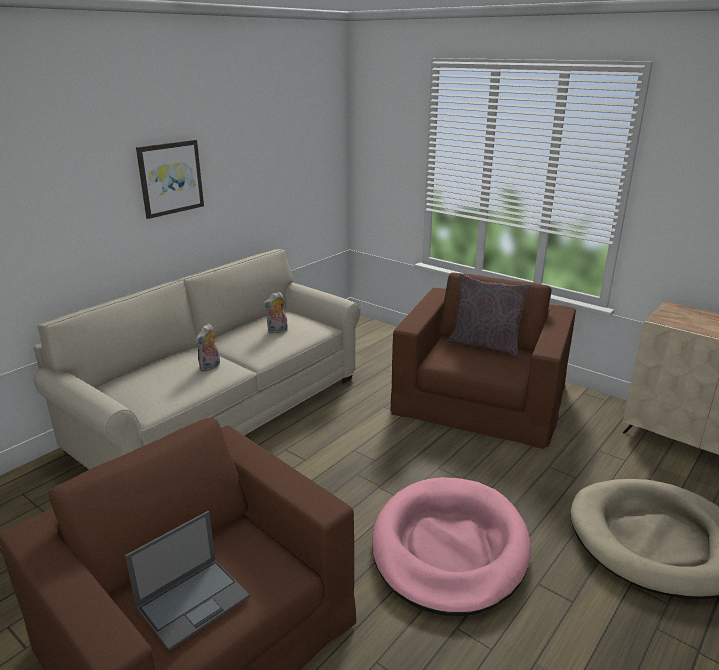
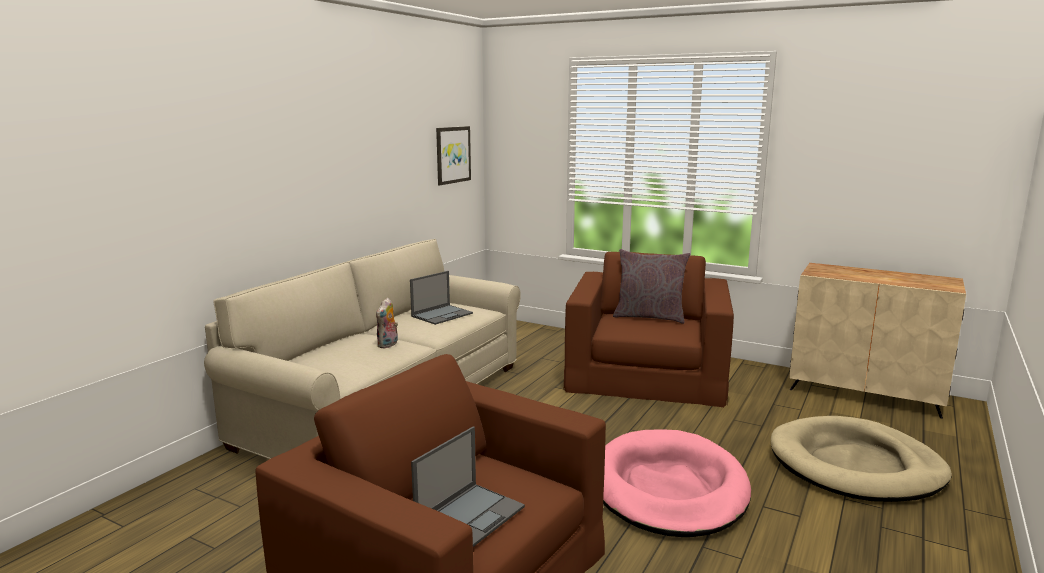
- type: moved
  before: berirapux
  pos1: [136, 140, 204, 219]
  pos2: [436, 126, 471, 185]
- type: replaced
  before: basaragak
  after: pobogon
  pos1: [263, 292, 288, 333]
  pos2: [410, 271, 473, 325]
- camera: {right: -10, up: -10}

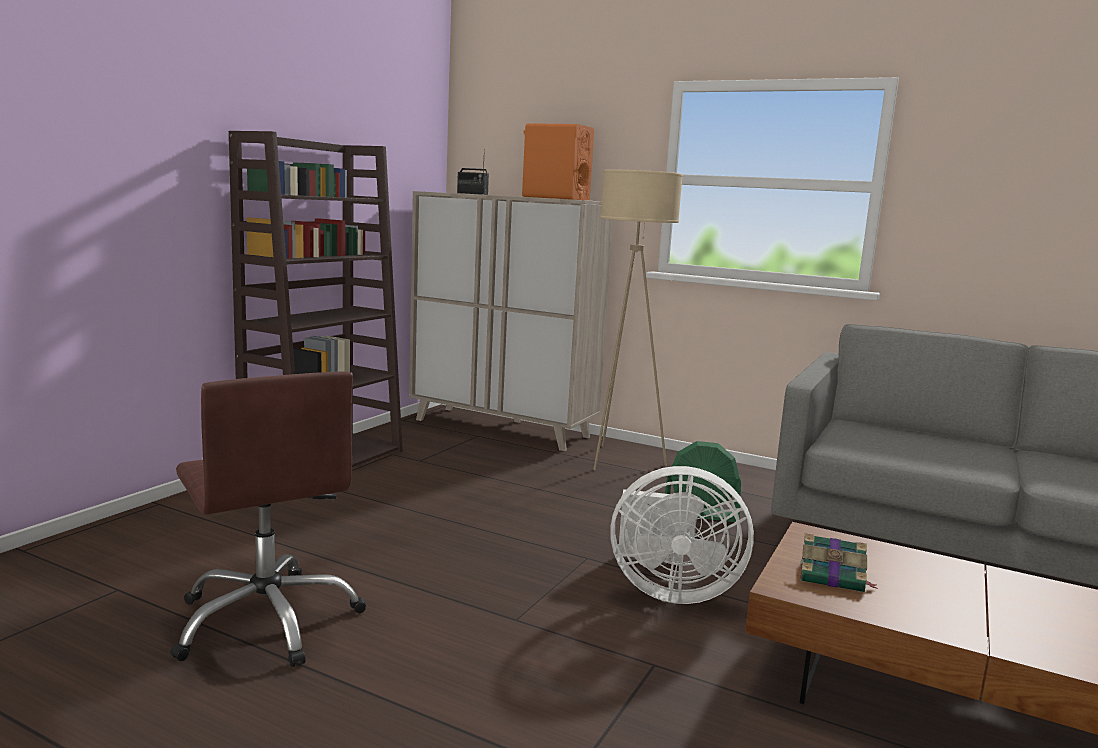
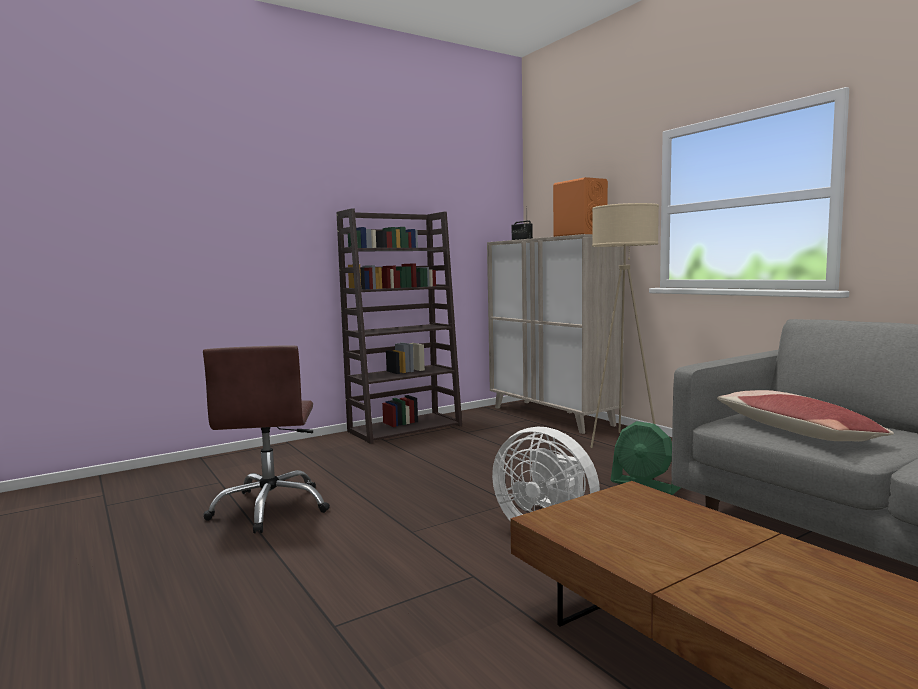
- type: removed
  before: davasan
  pos1: [800, 533, 878, 593]
- type: added
  after: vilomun
  pos2: [717, 390, 894, 442]
- camera: {right: 30, up: -5}

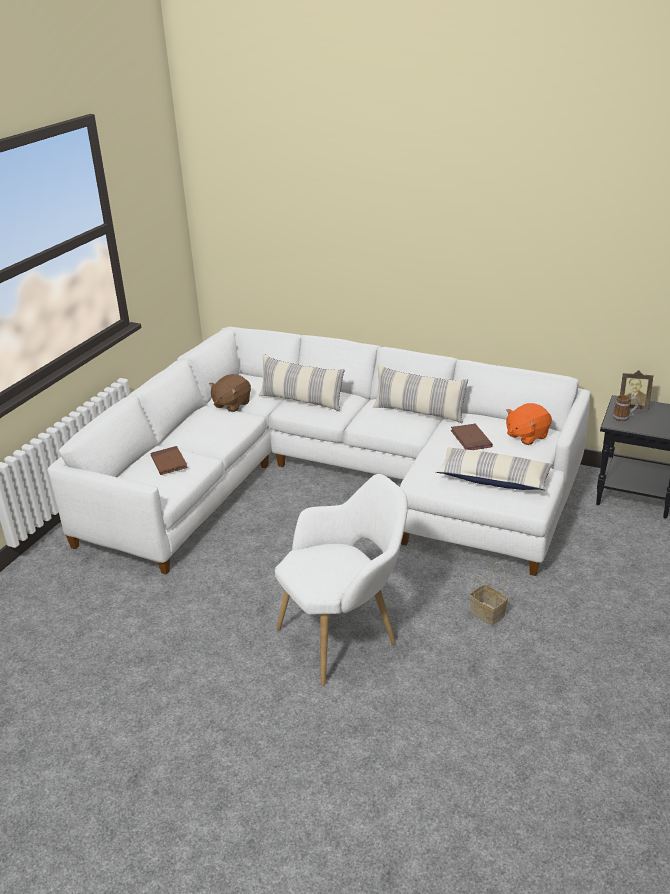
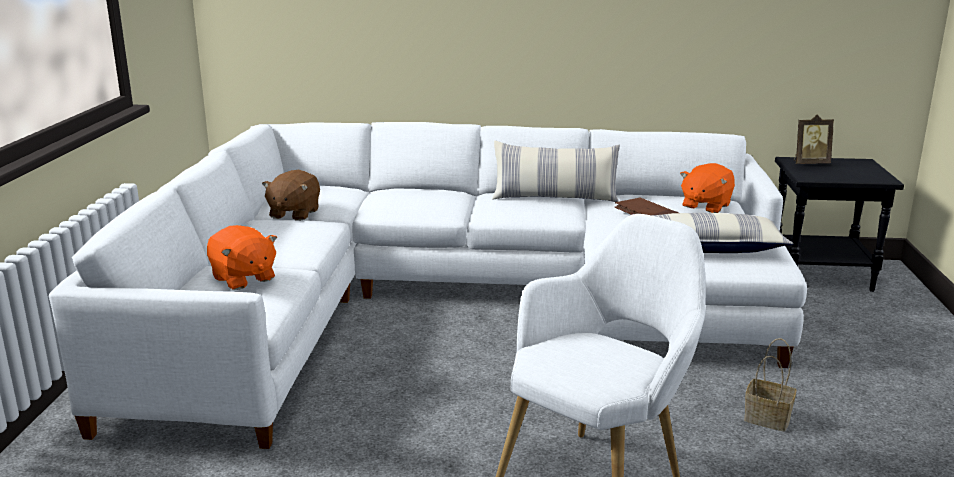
- type: removed
  before: vilomun
  pos1: [259, 354, 345, 411]
- type: removed
  before: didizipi
  pos1: [613, 395, 639, 421]
- type: replaced
  before: davasan (brown)
  after: basaragak (orange)
  pos1: [150, 446, 188, 475]
  pos2: [207, 225, 277, 290]
- camera: {right: -20, up: -10}

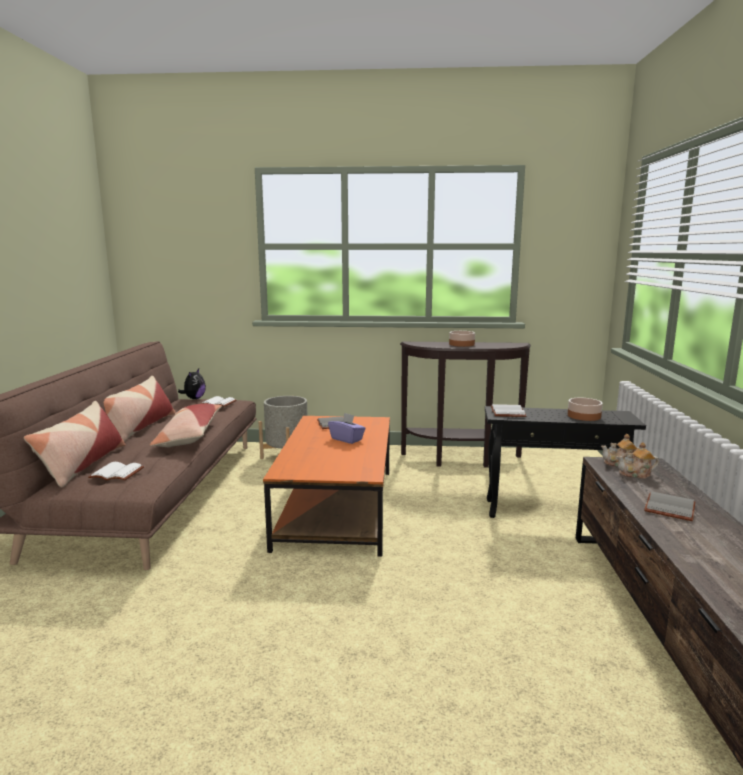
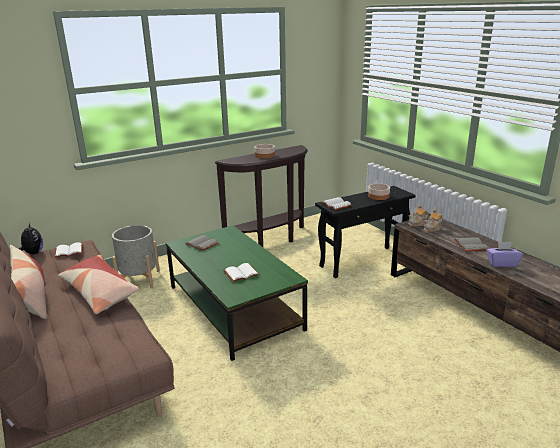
- type: removed
  before: vilomun
  pos1: [24, 401, 126, 487]
- type: moved
  before: davasan (white)
  pos1: [88, 462, 144, 480]
  pos2: [224, 263, 260, 282]
- type: moved
  before: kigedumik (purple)
  pos1: [328, 413, 366, 444]
  pos2: [486, 241, 523, 267]
- type: recoloured
  before: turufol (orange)
  after: turufol (green)
  pos1: [263, 416, 390, 557]
  pos2: [166, 225, 308, 361]
- camera: {right: -35, up: 10}

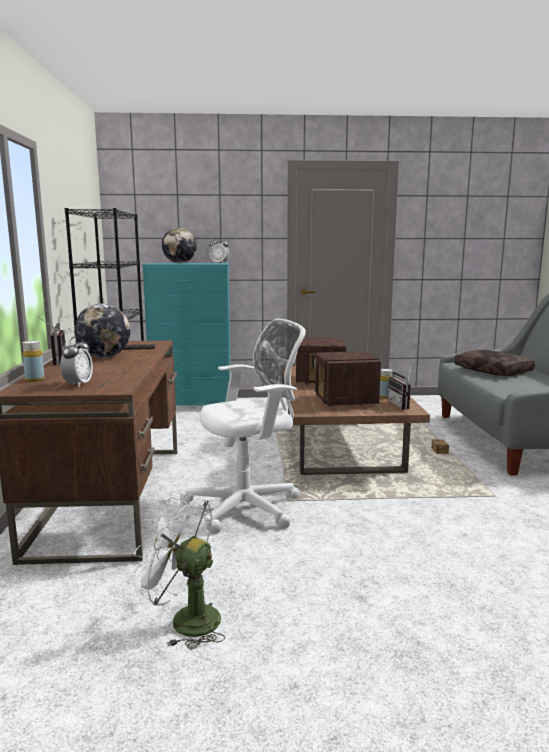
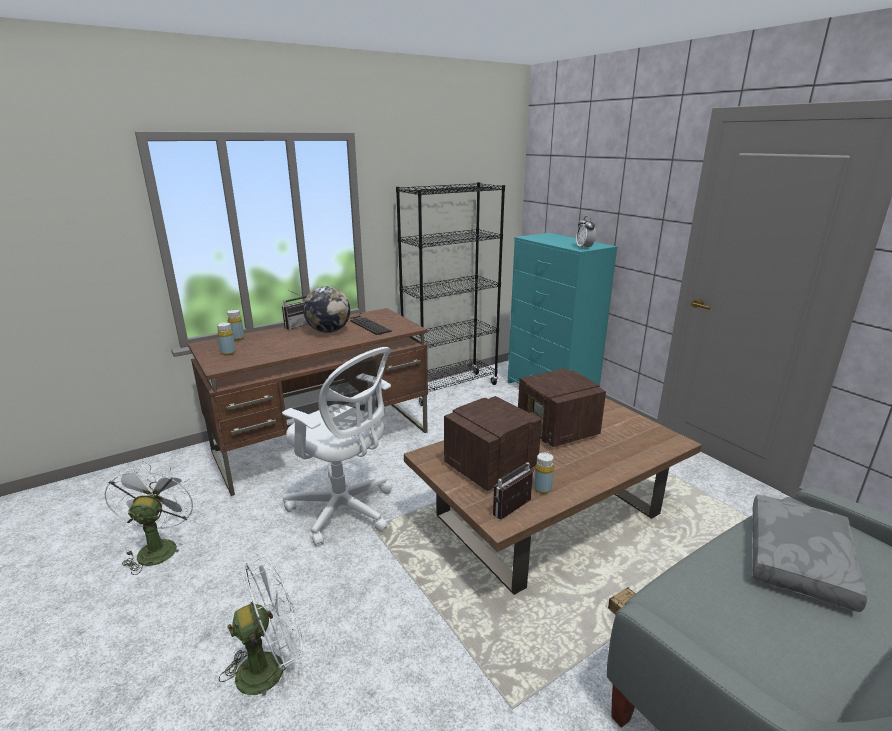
- type: removed
  before: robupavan
  pos1: [162, 227, 197, 263]
- type: added
  after: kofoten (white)
  pos2: [219, 556, 304, 701]
- type: replaced
  before: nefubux
  after: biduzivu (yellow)
  pos1: [60, 336, 93, 387]
  pos2: [217, 322, 236, 355]
- type: recoloured
  before: vilomun (brown)
  after: vilomun (grey)
  pos1: [454, 350, 535, 376]
  pos2: [753, 495, 867, 612]
- camera: {right: 60, up: 10}

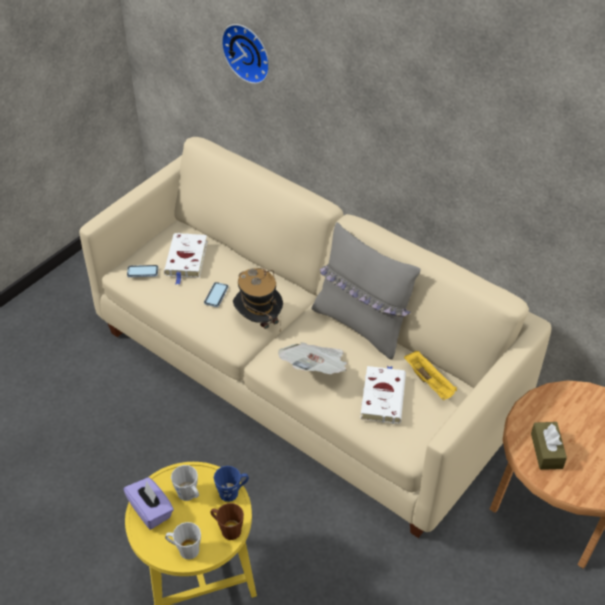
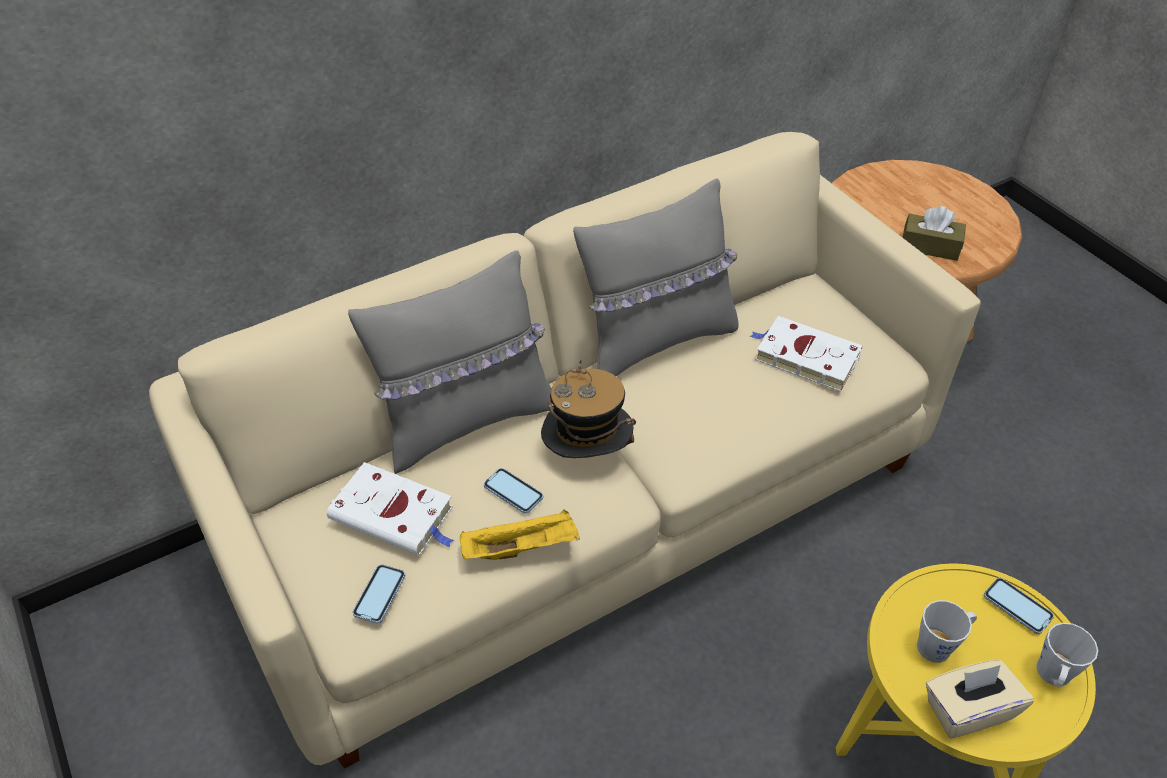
- type: removed
  before: didizipi (blue)
  pos1: [214, 466, 249, 502]
- type: removed
  before: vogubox
  pos1: [221, 24, 270, 84]
- type: removed
  before: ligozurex
  pos1: [278, 342, 347, 374]
- type: added
  after: vilomun (grey)
  pos2: [348, 250, 552, 474]
- type: moved
  before: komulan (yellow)
  pos1: [404, 351, 457, 400]
  pos2: [460, 509, 580, 560]
- type: replaced
  before: didizipi (brown)
  after: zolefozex
  pos1: [210, 503, 244, 540]
  pos2: [984, 578, 1054, 634]
- type: recoloured
  before: kigedumik (purple)
  after: kigedumik (beige)
  pos1: [123, 477, 174, 530]
  pos2: [926, 660, 1034, 738]
- camera: {right: -70, up: 0}

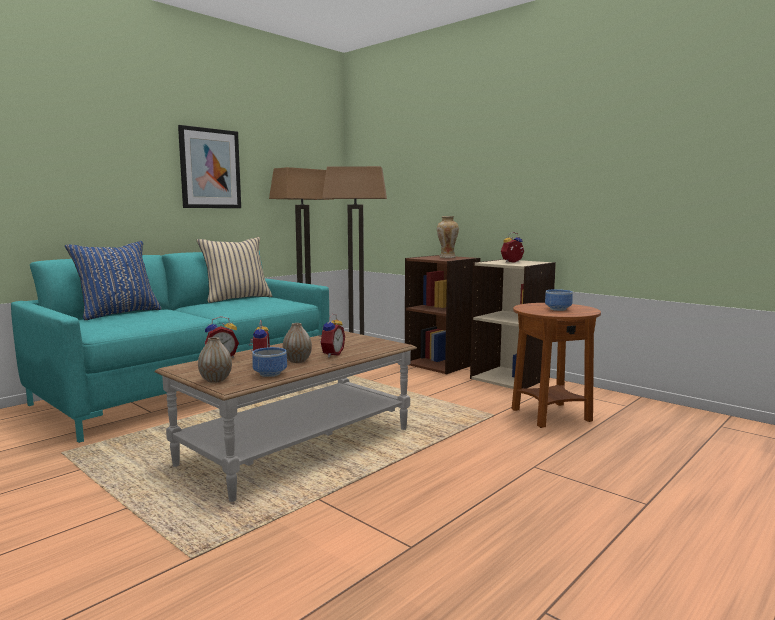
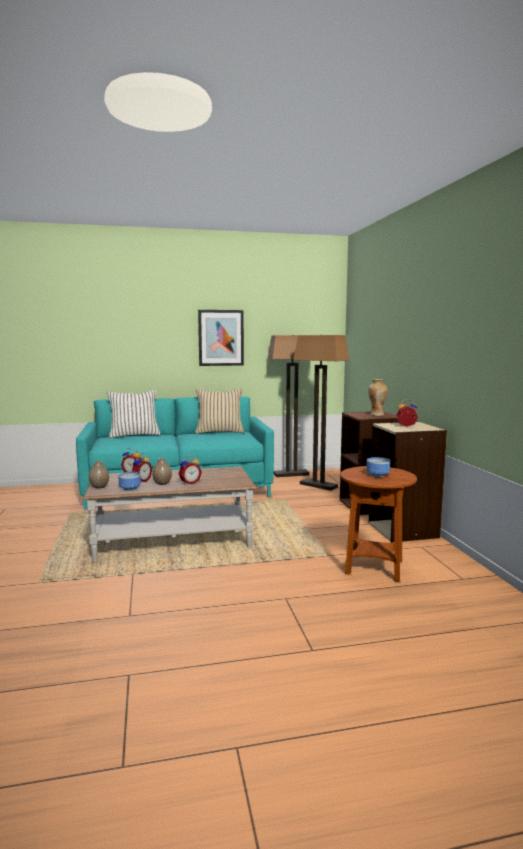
- type: recoloured
  before: vilomun (blue)
  after: vilomun (white)
  pos1: [65, 241, 161, 320]
  pos2: [107, 390, 161, 438]
- camera: {right: 35, up: 0}

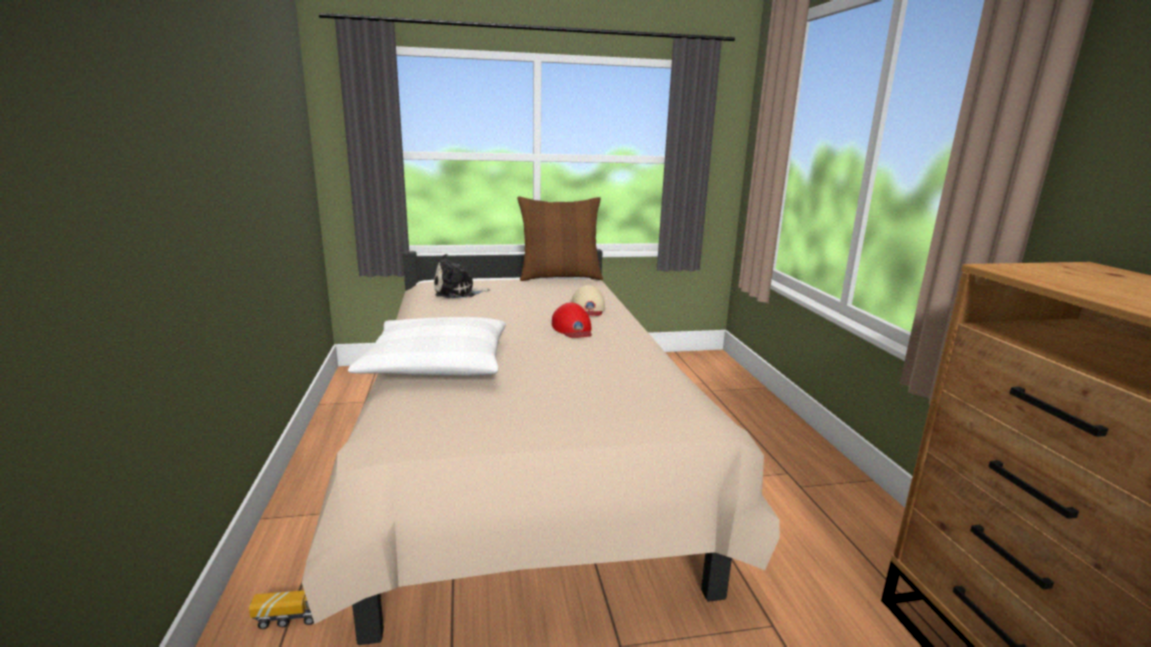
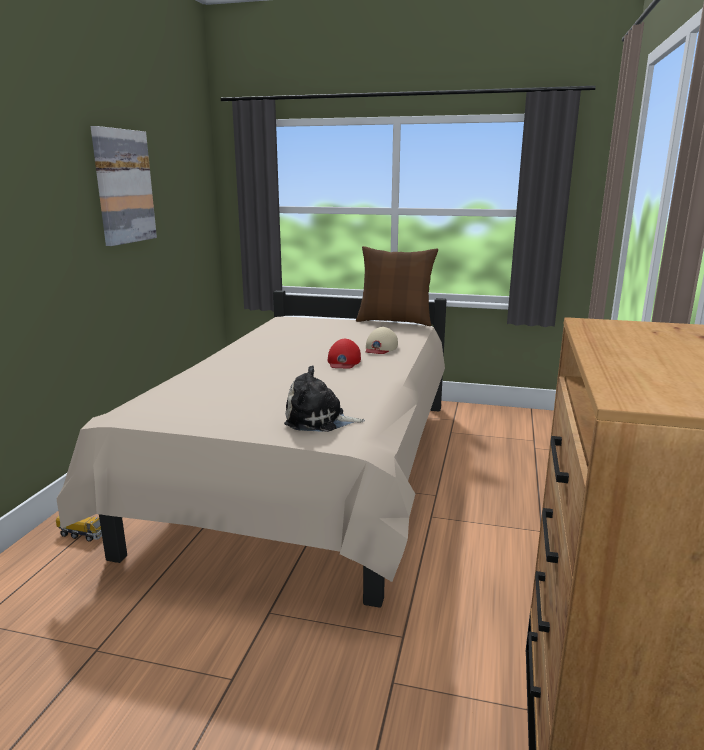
- type: removed
  before: vilomun (white)
  pos1: [348, 317, 506, 376]
- type: added
  after: berirapux
  pos2: [91, 126, 157, 246]
- type: moved
  before: basaragak
  pos1: [434, 254, 490, 298]
  pos2: [284, 365, 365, 432]
- camera: {right: 25, up: 0}

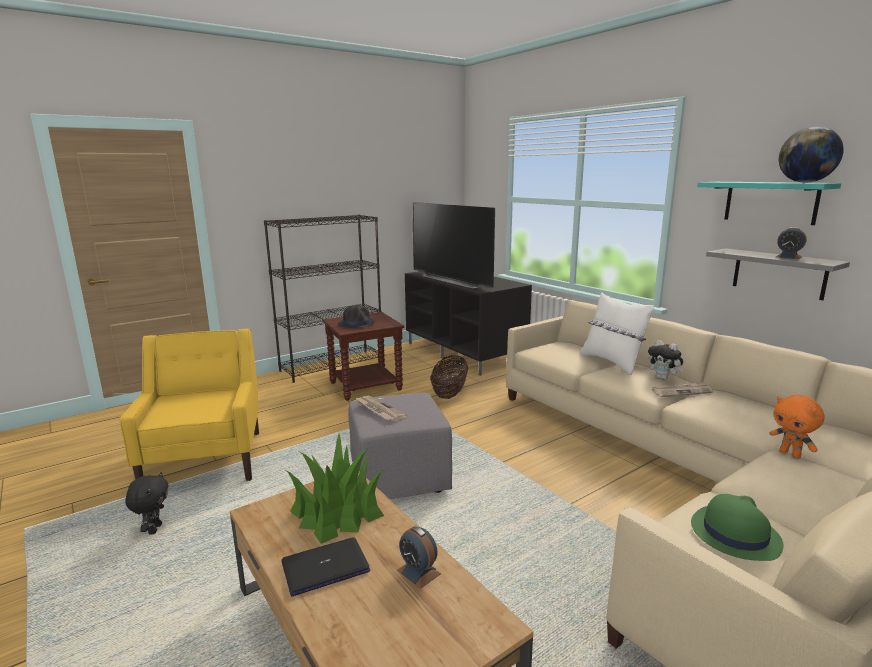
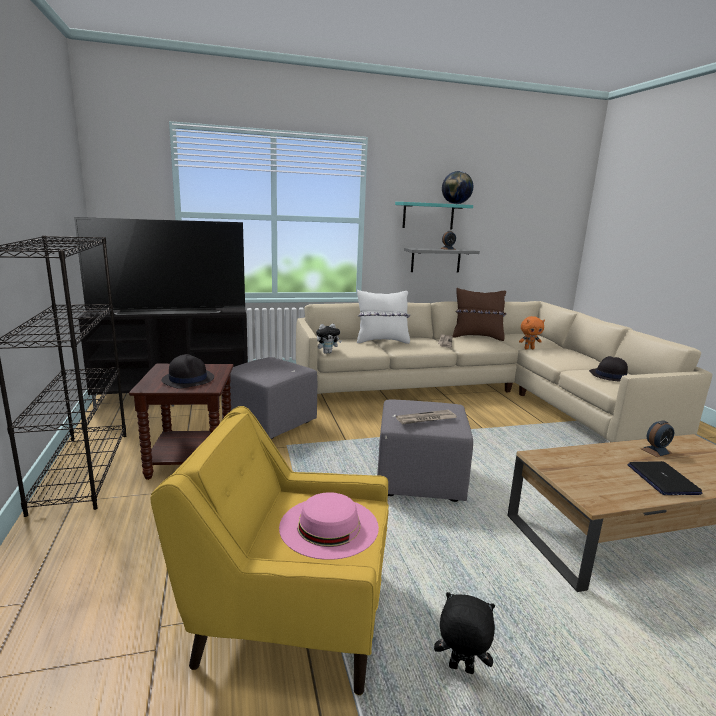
- type: removed
  before: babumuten
  pos1: [286, 434, 384, 544]
- type: added
  after: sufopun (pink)
  pos2: [279, 492, 379, 560]
- type: added
  after: vilomun (brown)
  pos2: [452, 288, 507, 341]
- type: moved
  before: basaragak
  pos1: [648, 340, 684, 380]
  pos2: [316, 324, 342, 354]
- type: replaced
  before: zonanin
  after: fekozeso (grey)
  pos1: [430, 355, 468, 399]
  pos2: [222, 357, 317, 439]
- type: recoloured
  before: sufopun (green)
  after: sufopun (black)
  pos1: [691, 494, 784, 561]
  pos2: [589, 356, 628, 382]
- camera: {right: -70, up: 0}

